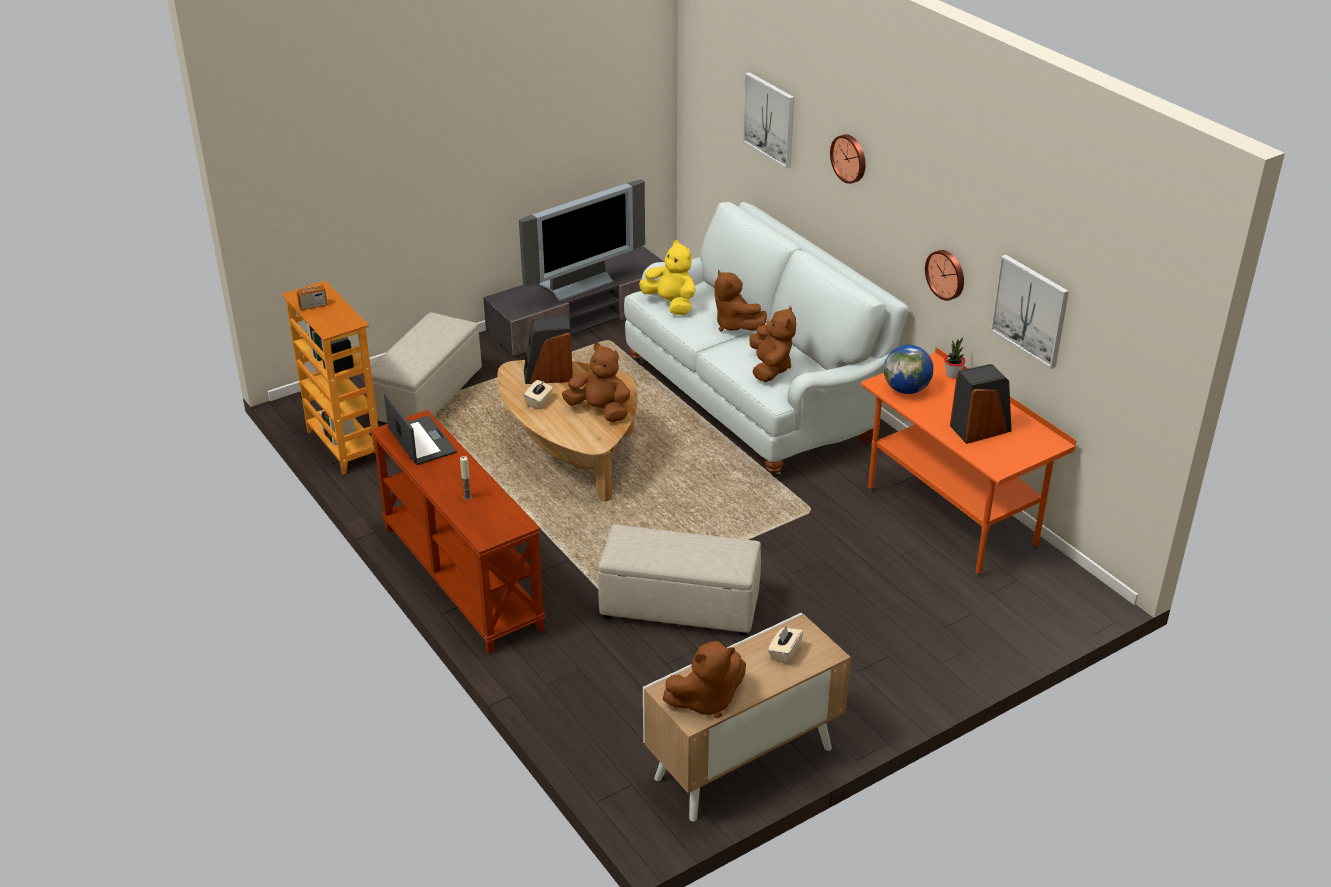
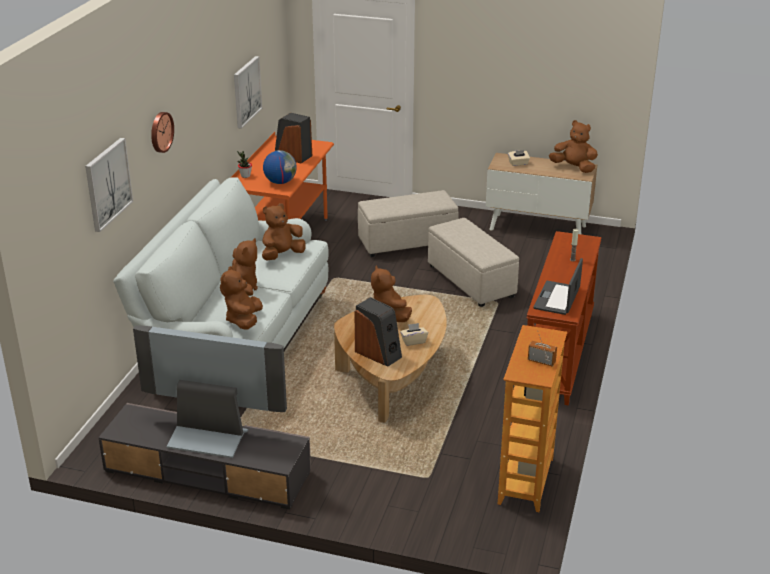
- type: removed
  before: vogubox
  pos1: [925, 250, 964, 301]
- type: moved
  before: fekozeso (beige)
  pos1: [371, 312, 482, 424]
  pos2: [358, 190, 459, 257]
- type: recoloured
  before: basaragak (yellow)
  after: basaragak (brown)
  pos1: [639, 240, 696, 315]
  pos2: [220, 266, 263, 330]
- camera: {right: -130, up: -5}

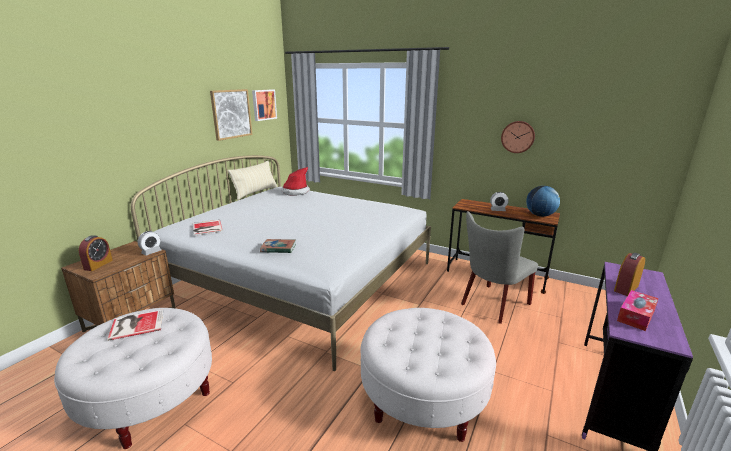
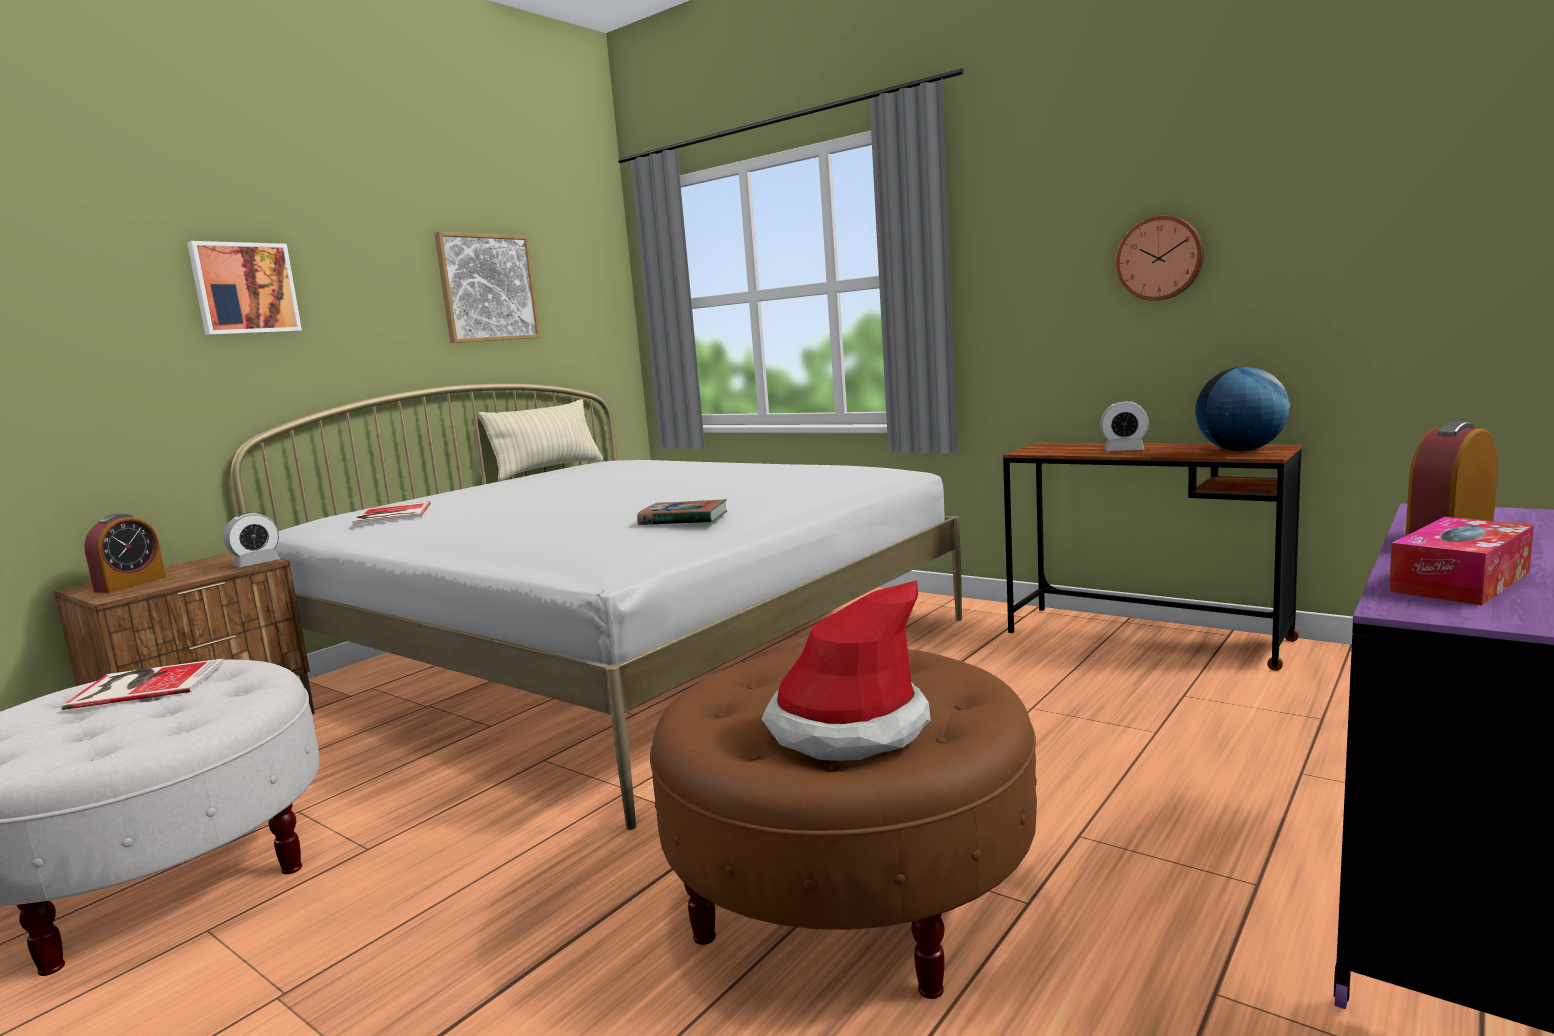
- type: removed
  before: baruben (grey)
  pos1: [461, 211, 538, 324]
- type: moved
  before: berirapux
  pos1: [252, 89, 277, 121]
  pos2: [187, 241, 302, 335]
- type: moved
  before: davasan
  pos1: [260, 239, 296, 253]
  pos2: [637, 499, 727, 525]
- type: moved
  before: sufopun
  pos1: [281, 167, 310, 196]
  pos2: [761, 580, 931, 761]
- type: recoloured
  before: fekozeso (white)
  after: fekozeso (brown)
  pos1: [360, 308, 496, 442]
  pos2: [650, 649, 1037, 999]
- camera: {right: 10, up: -10}

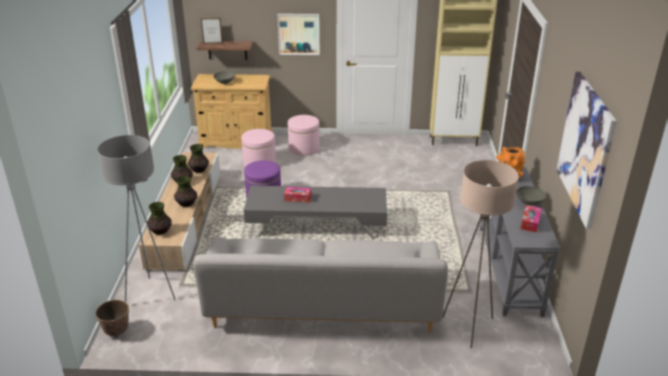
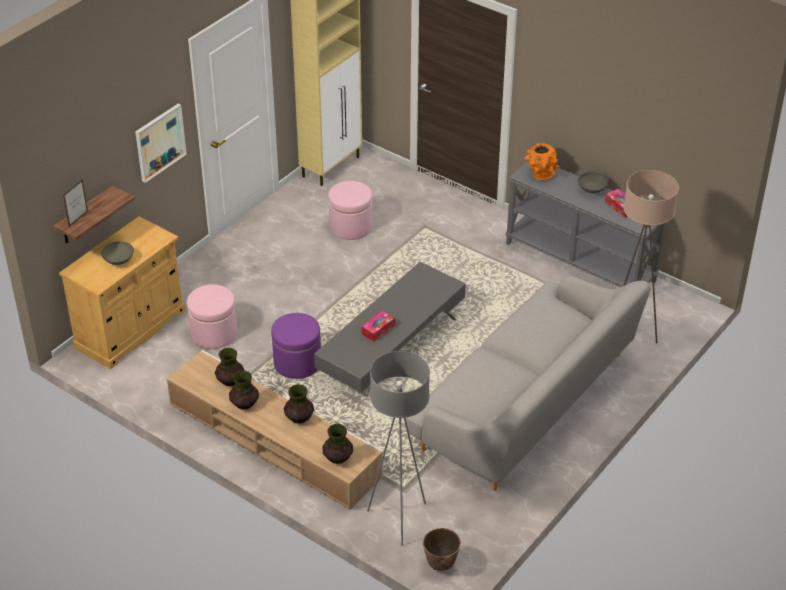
- type: removed
  before: berirapux
  pos1: [556, 72, 617, 229]
- type: moved
  before: fekozeso (pink)
  pos1: [288, 115, 320, 156]
  pos2: [328, 181, 372, 240]
- camera: {right: -55, up: 10}

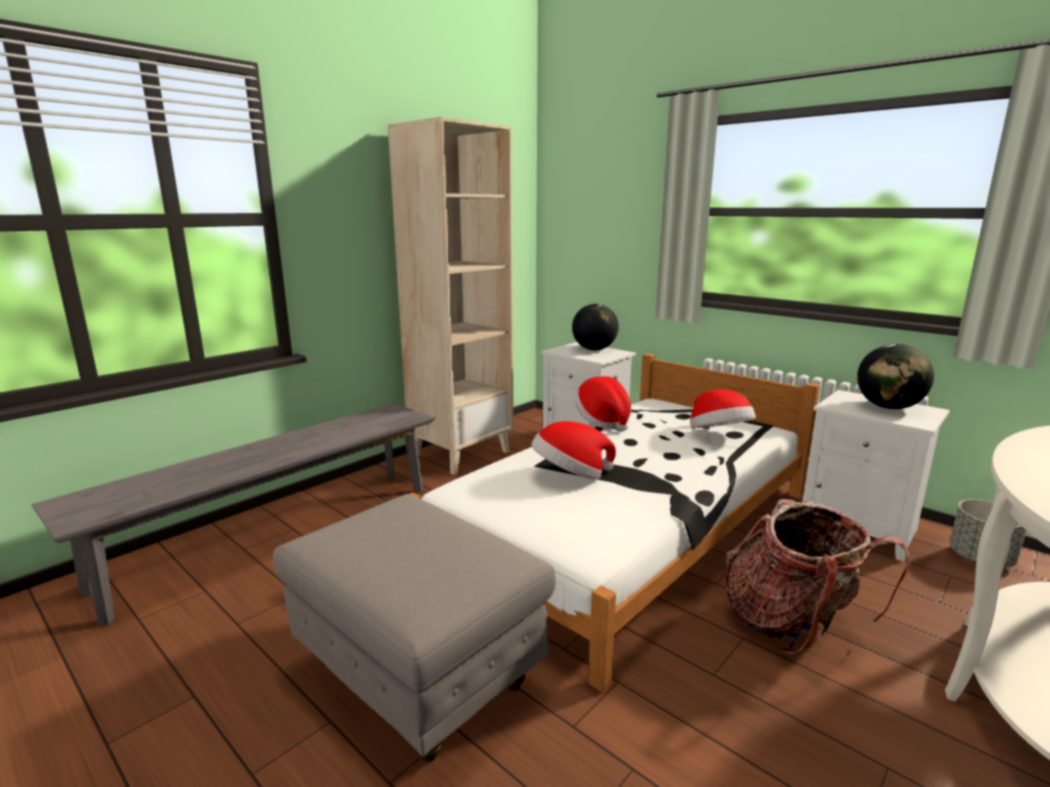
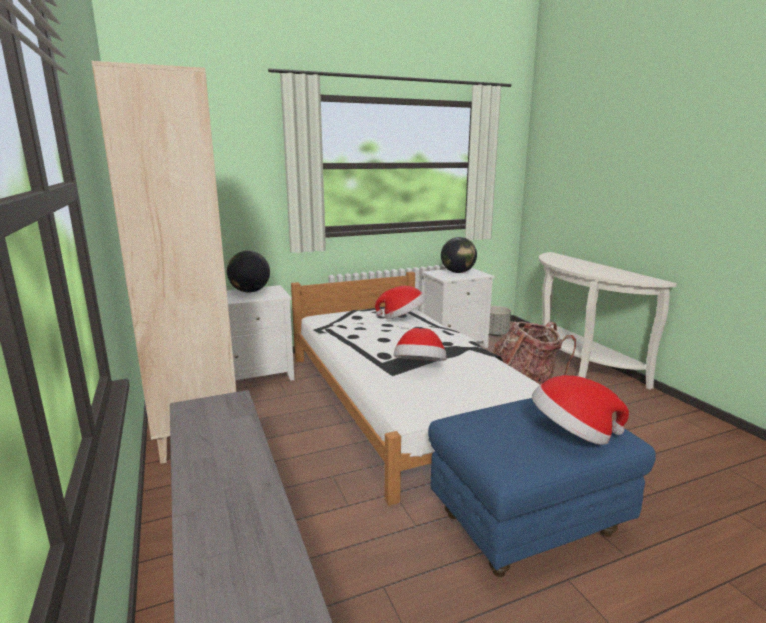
- type: moved
  before: sufopun
  pos1: [574, 376, 631, 431]
  pos2: [532, 375, 629, 445]
- type: recoloured
  before: fekozeso (grey)
  after: fekozeso (blue)
  pos1: [273, 494, 556, 762]
  pos2: [428, 398, 656, 577]
- camera: {right: -65, up: 0}

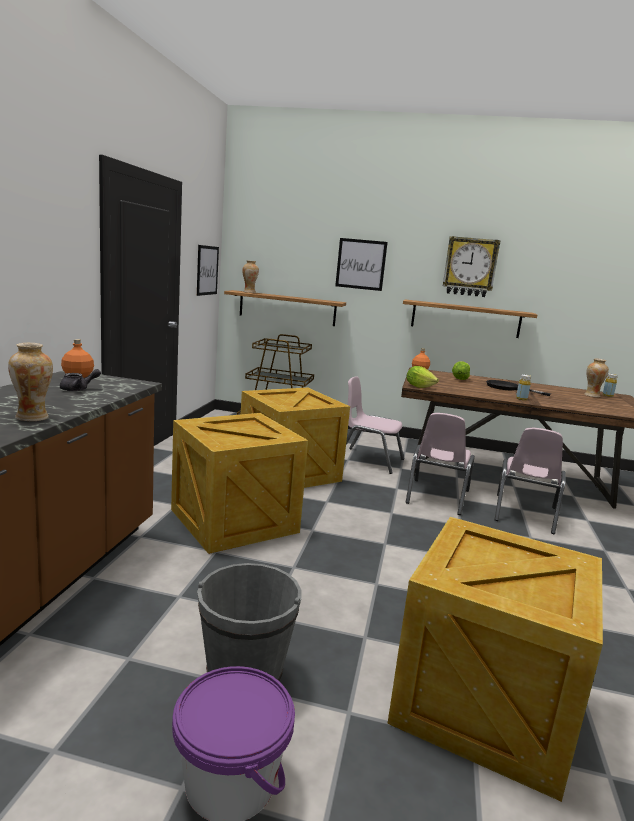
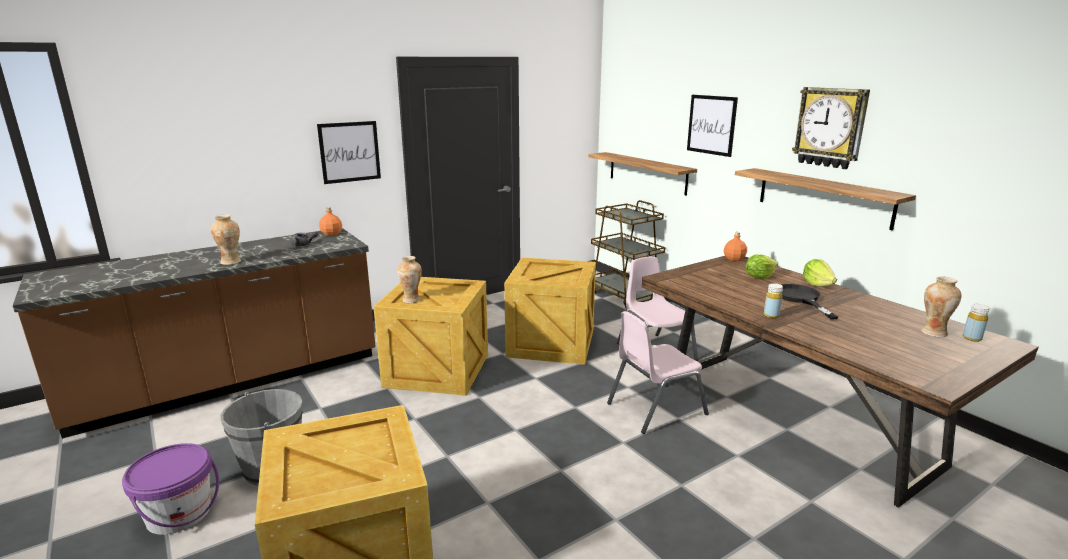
- type: removed
  before: baruben (pink)
  pos1: [494, 428, 566, 534]
- type: moved
  before: berirapux
  pos1: [197, 245, 219, 296]
  pos2: [317, 121, 381, 184]
- type: moved
  before: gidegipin
  pos1: [242, 260, 259, 293]
  pos2: [397, 256, 422, 303]
- type: moved
  before: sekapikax
  pos1: [406, 366, 439, 388]
  pos2: [803, 259, 837, 287]
- camera: {right: 45, up: 5}

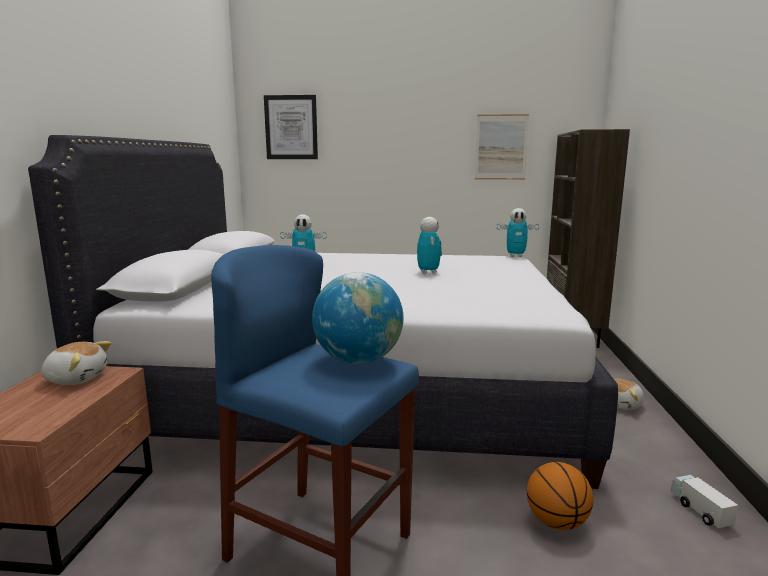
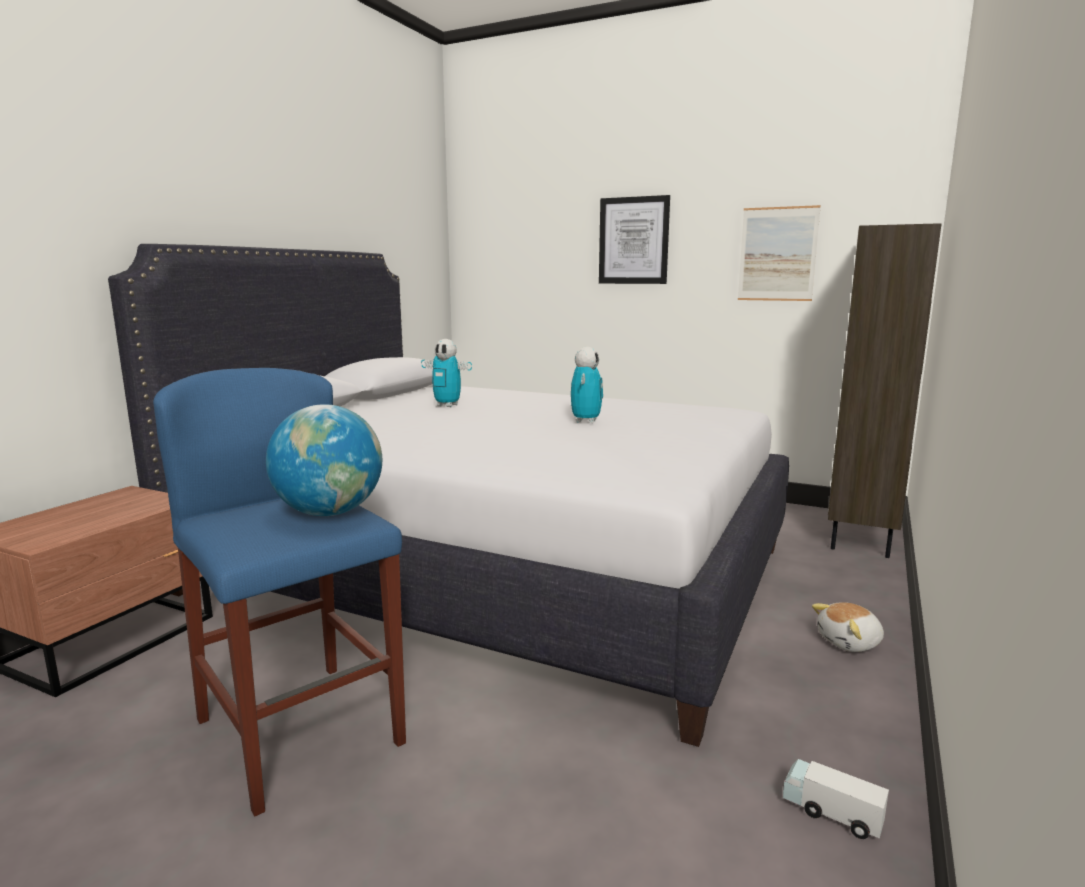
- type: removed
  before: basaragak
  pos1: [41, 341, 112, 385]
- type: removed
  before: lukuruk
  pos1: [497, 208, 539, 257]
- type: removed
  before: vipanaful
  pos1: [527, 462, 593, 530]
- type: moved
  before: berirapux
  pos1: [264, 95, 318, 159]
  pos2: [599, 195, 670, 284]
- type: turned
  before: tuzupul
  pos1: [671, 475, 738, 528]
  pos2: [783, 759, 889, 839]
  turn: -60
- camera: {right: 20, up: 0}

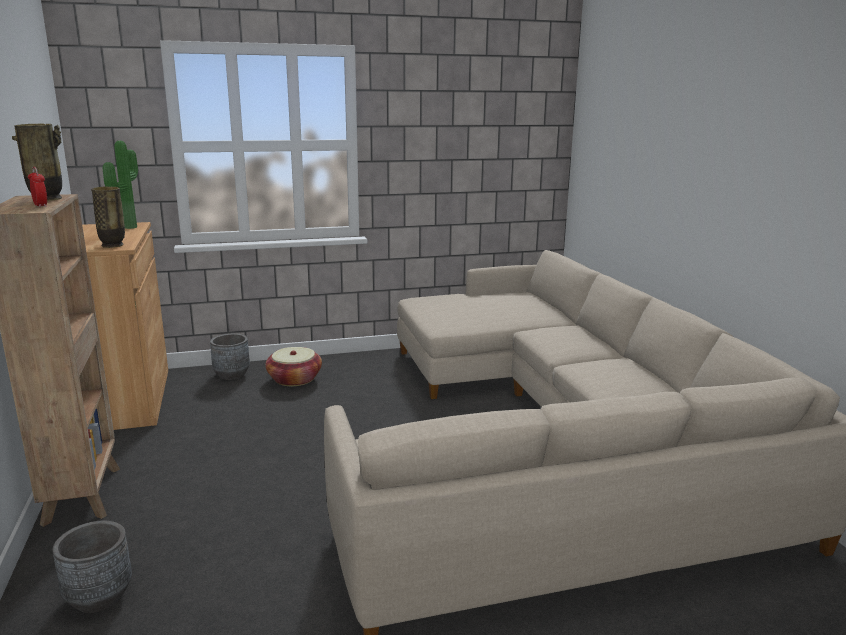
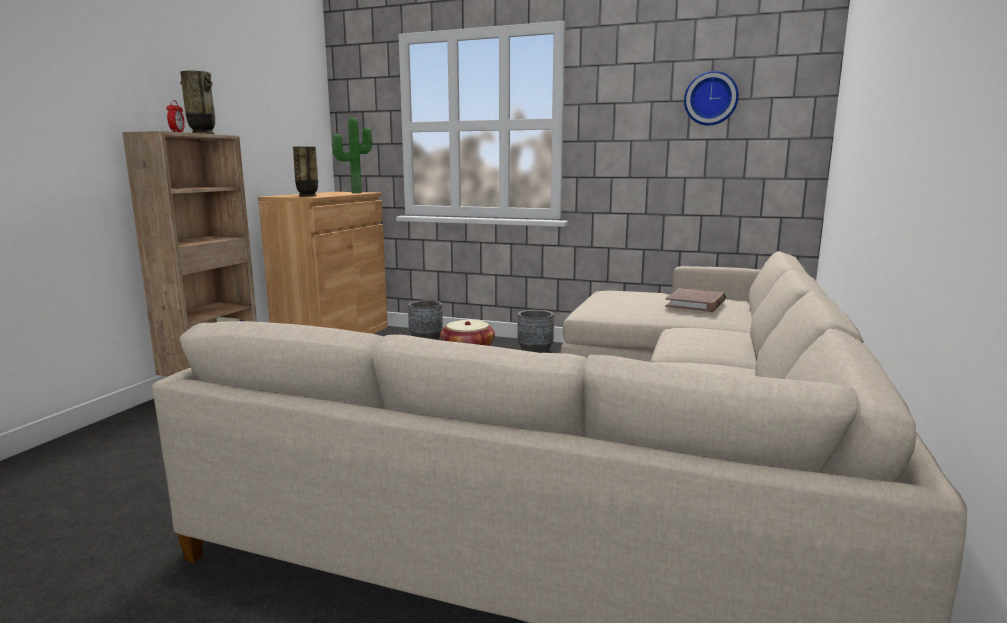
- type: added
  after: davasan (brown)
  pos2: [665, 288, 726, 312]
- type: added
  after: vogubox
  pos2: [684, 71, 739, 126]
- type: moved
  before: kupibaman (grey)
  pos1: [52, 521, 132, 613]
  pos2: [517, 310, 554, 353]
- camera: {right: 35, up: -5}

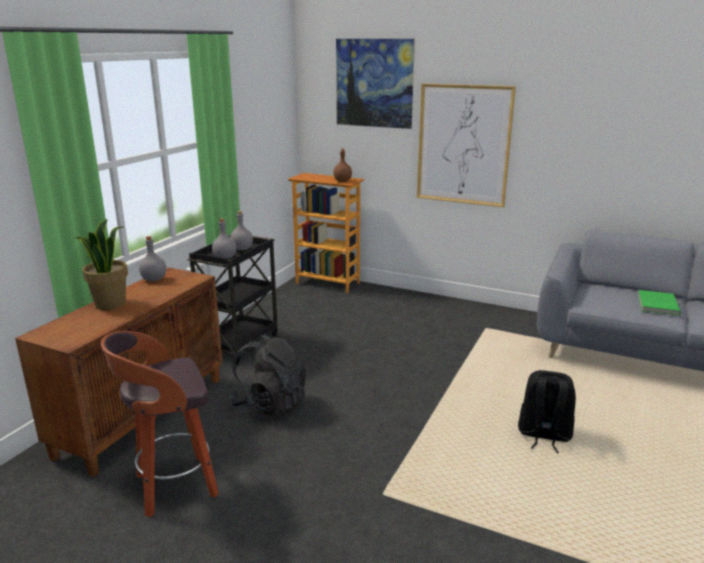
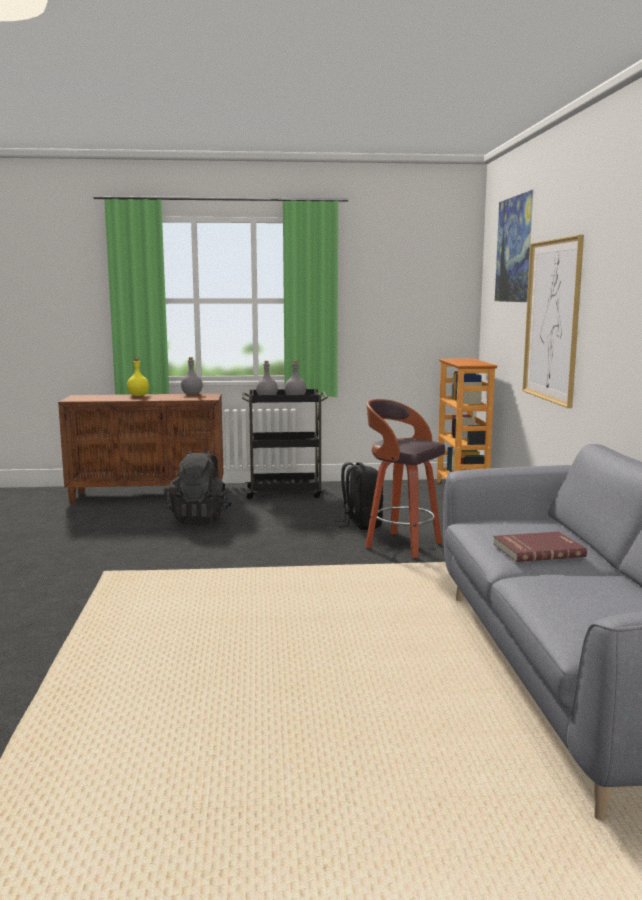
- type: removed
  before: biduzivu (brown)
  pos1: [333, 149, 352, 182]
- type: moved
  before: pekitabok
  pos1: [101, 331, 219, 517]
  pos2: [365, 399, 445, 559]
- type: moved
  before: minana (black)
  pos1: [518, 370, 576, 453]
  pos2: [334, 462, 384, 530]
- type: replaced
  before: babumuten
  after: biduzivu (yellow)
  pos1: [73, 219, 128, 310]
  pos2: [127, 358, 149, 396]
- type: recoloured
  before: davasan (green)
  after: davasan (red)
  pos1: [638, 290, 681, 316]
  pos2: [493, 531, 587, 562]
- camera: {right: 60, up: -10}

